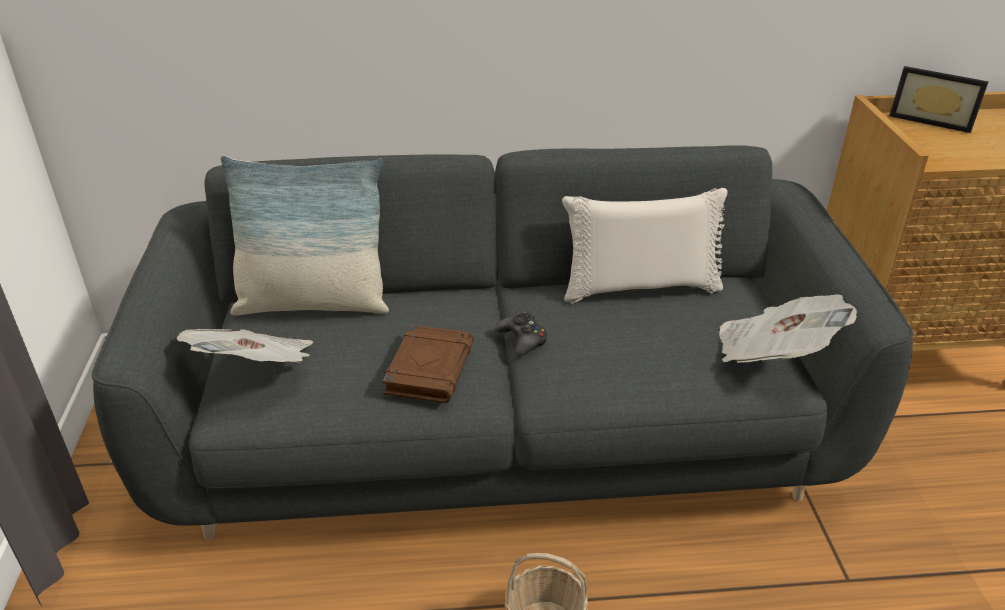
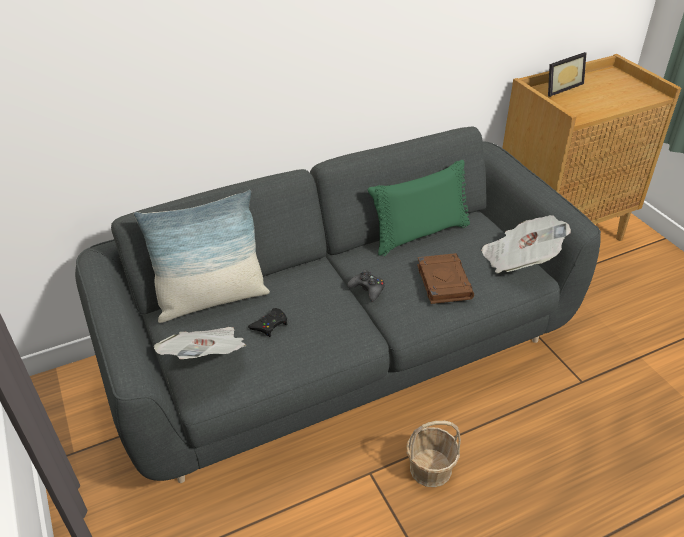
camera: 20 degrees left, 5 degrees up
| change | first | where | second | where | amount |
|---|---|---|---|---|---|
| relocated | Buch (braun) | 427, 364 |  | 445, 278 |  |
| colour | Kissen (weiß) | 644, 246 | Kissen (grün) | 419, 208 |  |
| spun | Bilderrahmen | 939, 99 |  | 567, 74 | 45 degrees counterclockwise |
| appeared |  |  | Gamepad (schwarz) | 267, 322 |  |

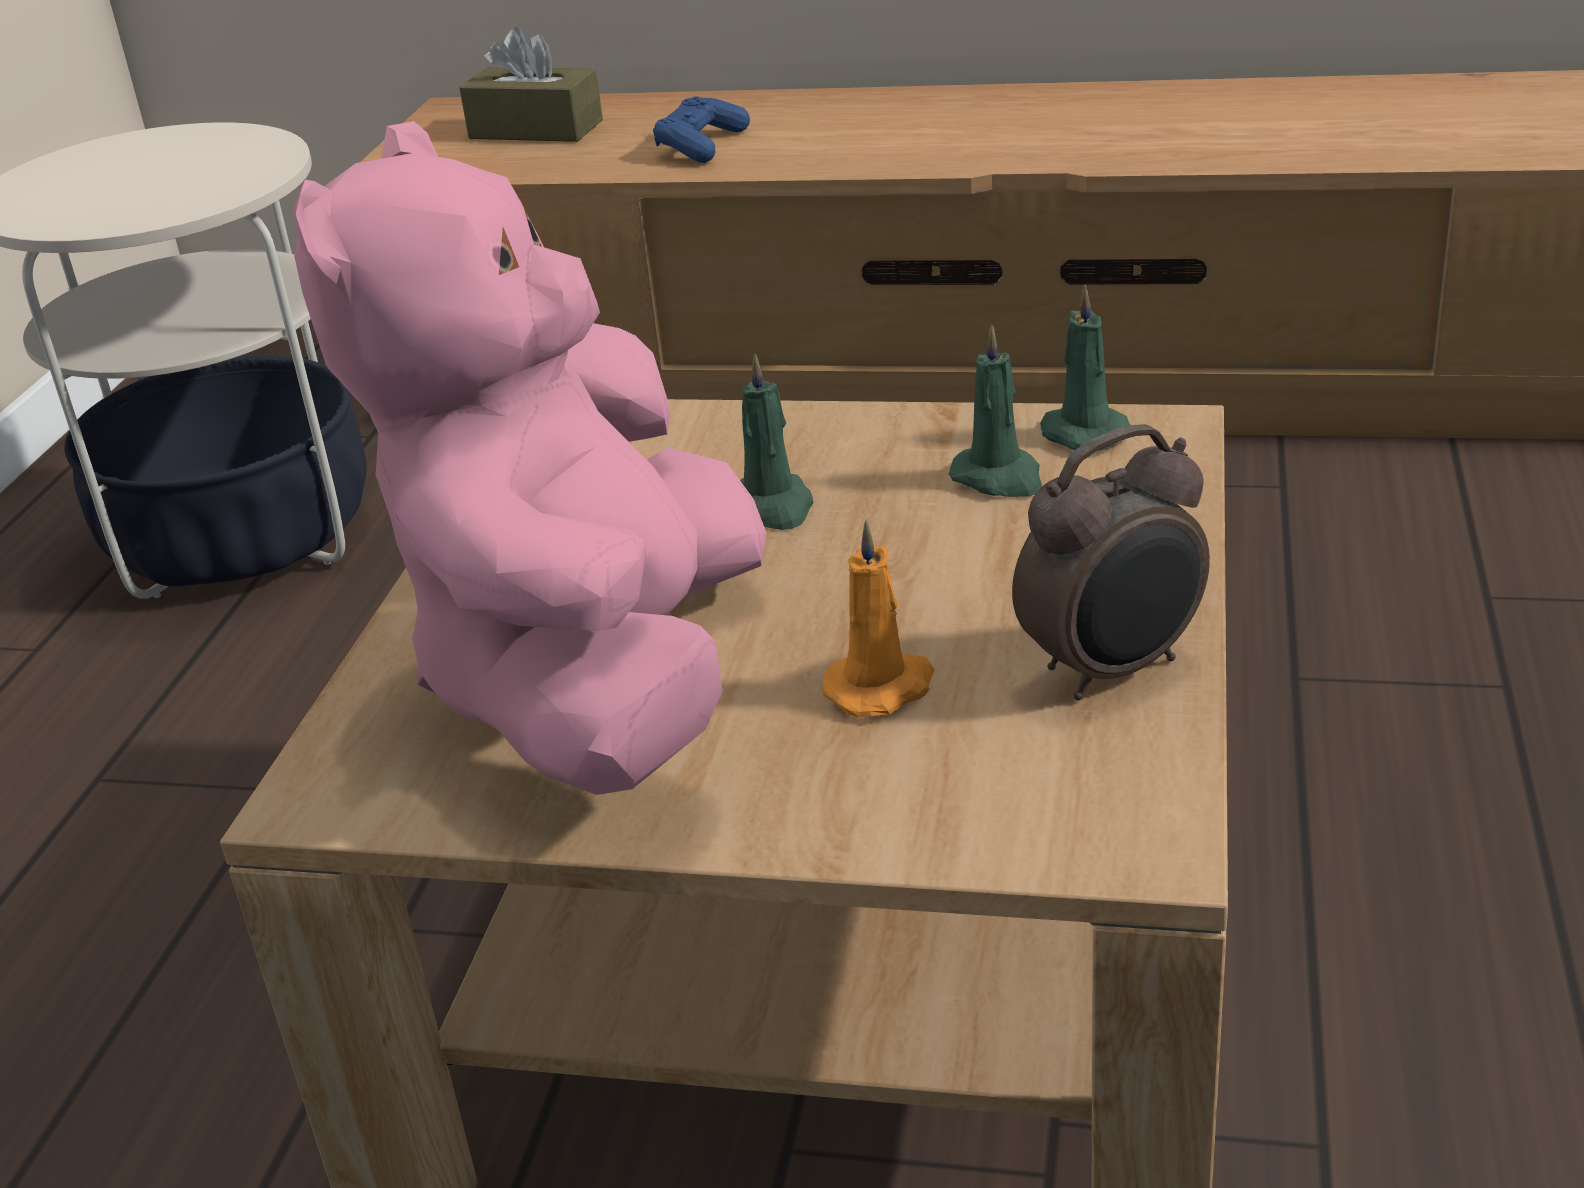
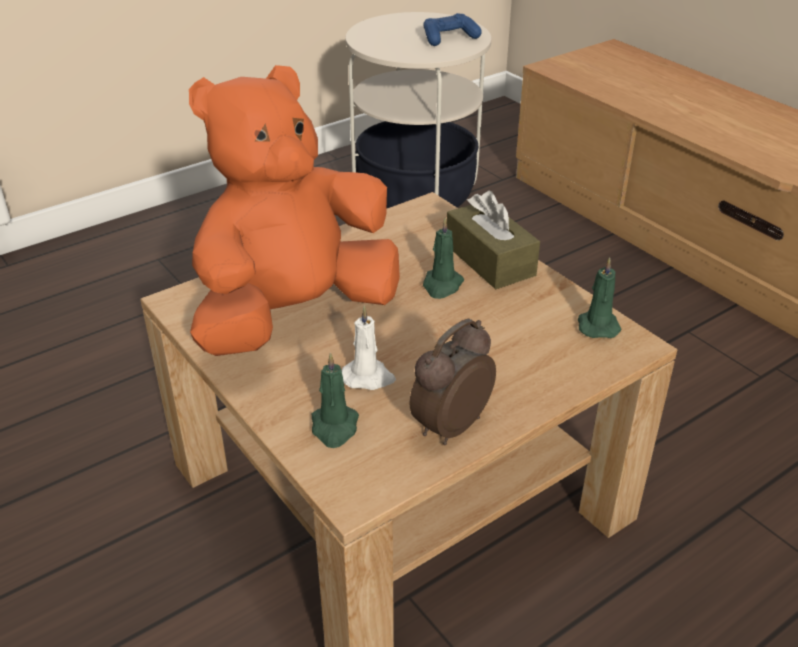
camera: 40 degrees right, 5 degrees up
| change | first | where | second | where | amount |
|---|---|---|---|---|---|
| colour | Plüschtier (rosa) | 530, 458 | Plüschtier (orange) | 294, 210 |  |
| relocated | Taschentuchbox (braun) | 531, 84 |  | 493, 240 |  |
| relocated | Gamepad (blau) | 701, 129 |  | 452, 29 |  |
| colour | Kerze (orange) | 879, 618 | Kerze (weiß) | 369, 347 |  |
| relocated | Kerze (grün) | 995, 411 |  | 335, 400 |  |
| spun | Wecker | 1111, 562 |  | 453, 382 | 120 degrees clockwise |

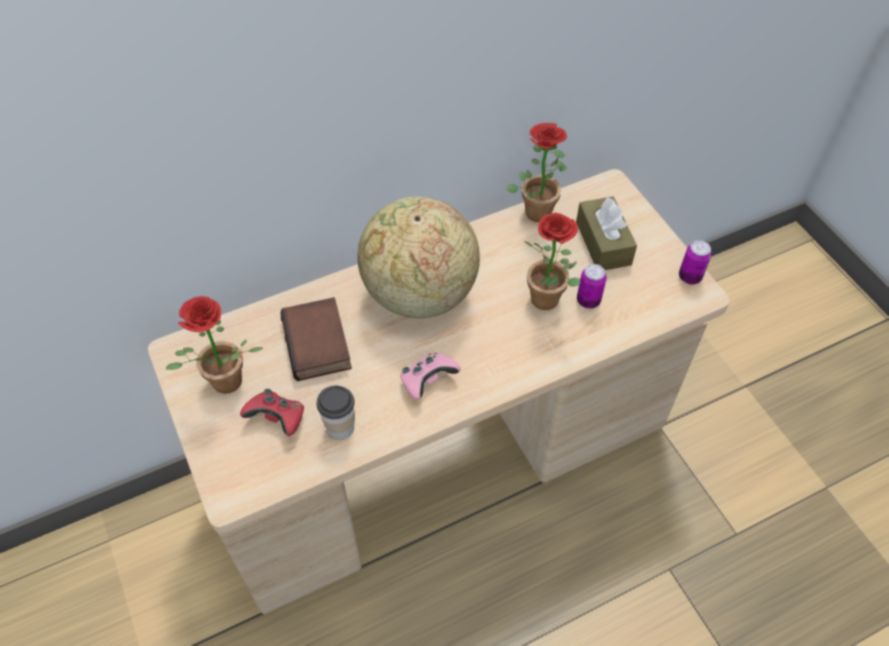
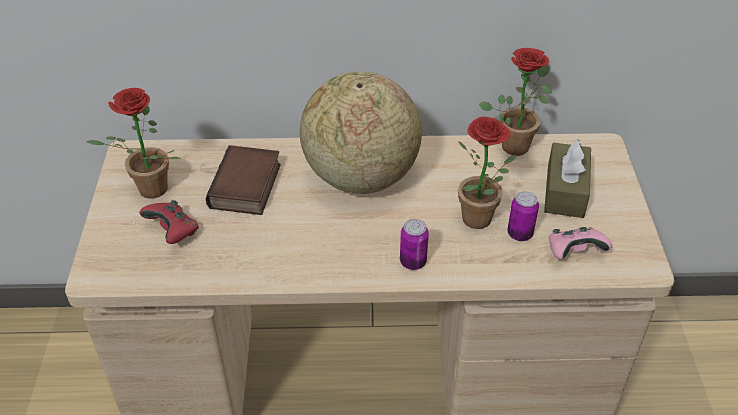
camera: 25 degrees right, 10 degrees down
| change | first | where | second | where | amount |
|---|---|---|---|---|---|
| missing | Tasse | 336, 413 |  |  |  |
| relocated | Gamepad (rosa) | 430, 376 |  | 580, 243 |  |
| relocated | Dose | 695, 262 |  | 414, 244 |  |

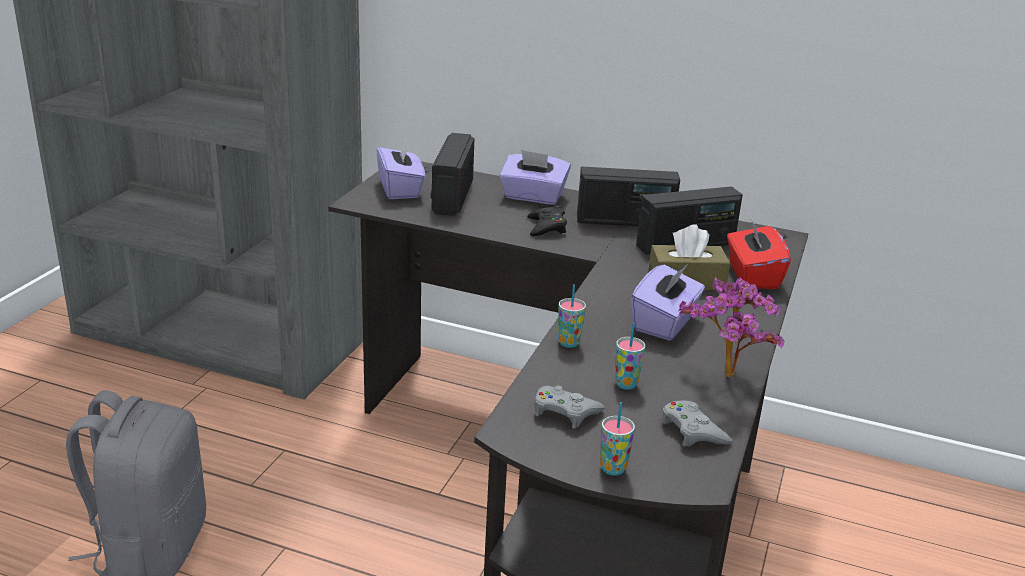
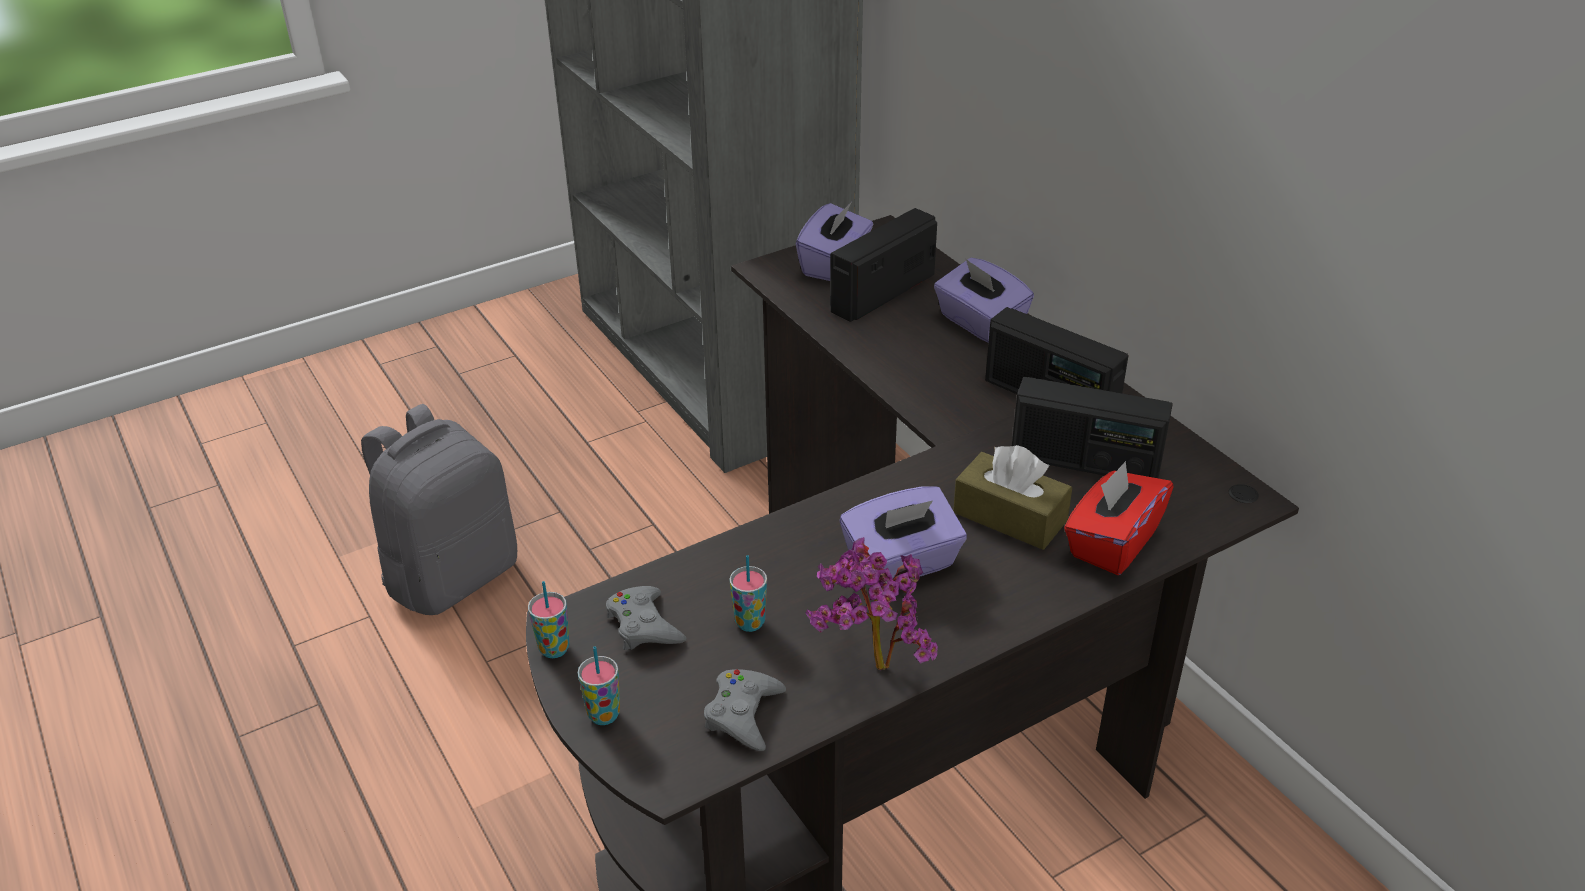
camera: 40 degrees right, 10 degrees up
| change | first | where | second | where | amount |
|---|---|---|---|---|---|
| missing | Gamepad (schwarz) | 547, 221 |  |  |  |
| relocated | Tasse | 572, 316 |  | 548, 619 |  |

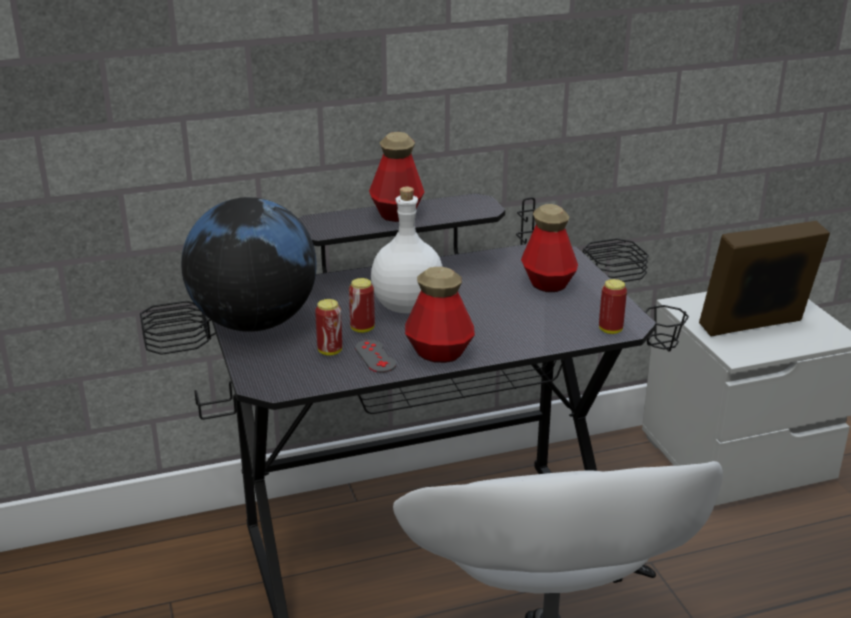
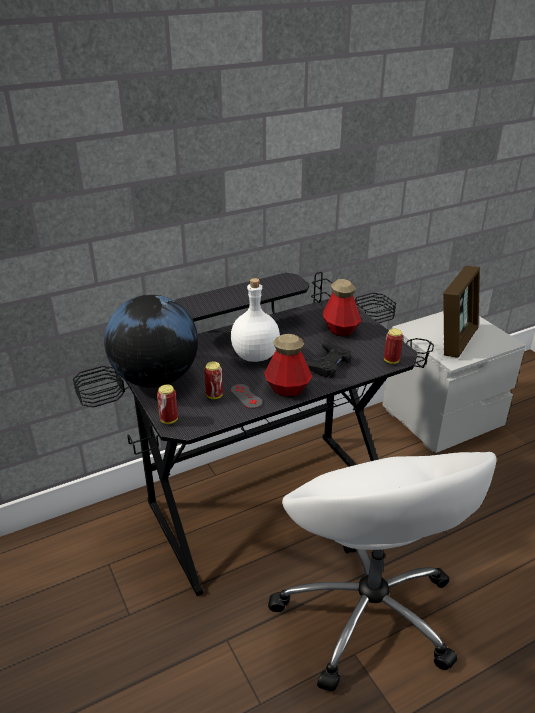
camera: 10 degrees left, 5 degrees up
| change | first | where | second | where | amount |
|---|---|---|---|---|---|
| relocated | Dose | 362, 305 |  | 167, 404 |  |
| missing | Flasche | 396, 177 |  |  |  |
| spun | Bilderrahmen | 764, 278 |  | 461, 312 | 150 degrees clockwise |
| appeared |  |  | Gamepad (schwarz) | 328, 359 |  |

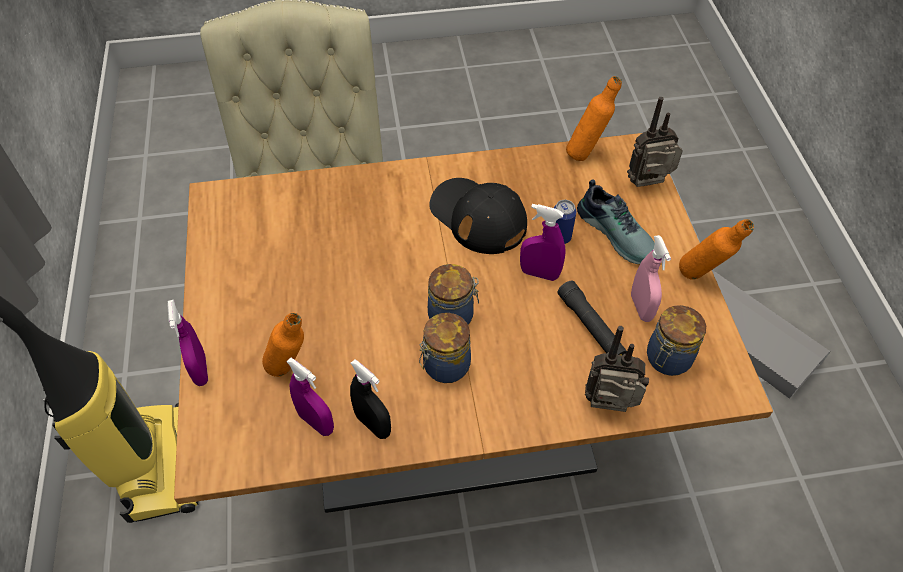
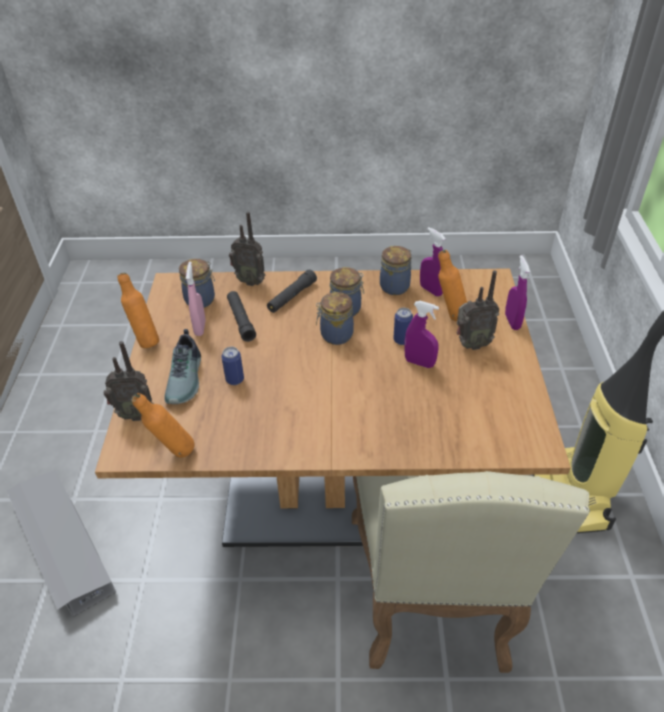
camera: 170 degrees left, 10 degrees down
| change | first | where | second | where | amount |
|---|---|---|---|---|---|
| exchanged | Sprühflasche (schwarz) | 370, 399 | Vorratsglas | 396, 270 |  |
| missing | Kappe (schwarz) | 478, 216 |  |  |  |
| relocated | Sprühflasche (lila) | 543, 242 |  | 421, 334 |  |
| spun | Schuh | 615, 221 |  | 182, 366 | 150 degrees counterclockwise |
| appeared |  |  | Taschenlampe (schwarz) | 292, 291 |  |
| appeared |  |  | Dose | 403, 326 |  |
| appeared |  |  | Radio | 478, 310 |  |

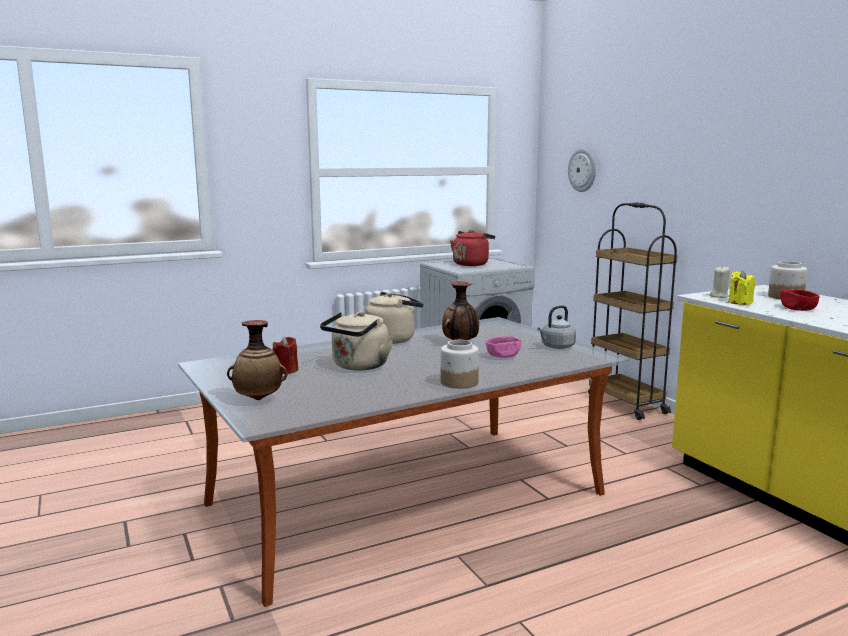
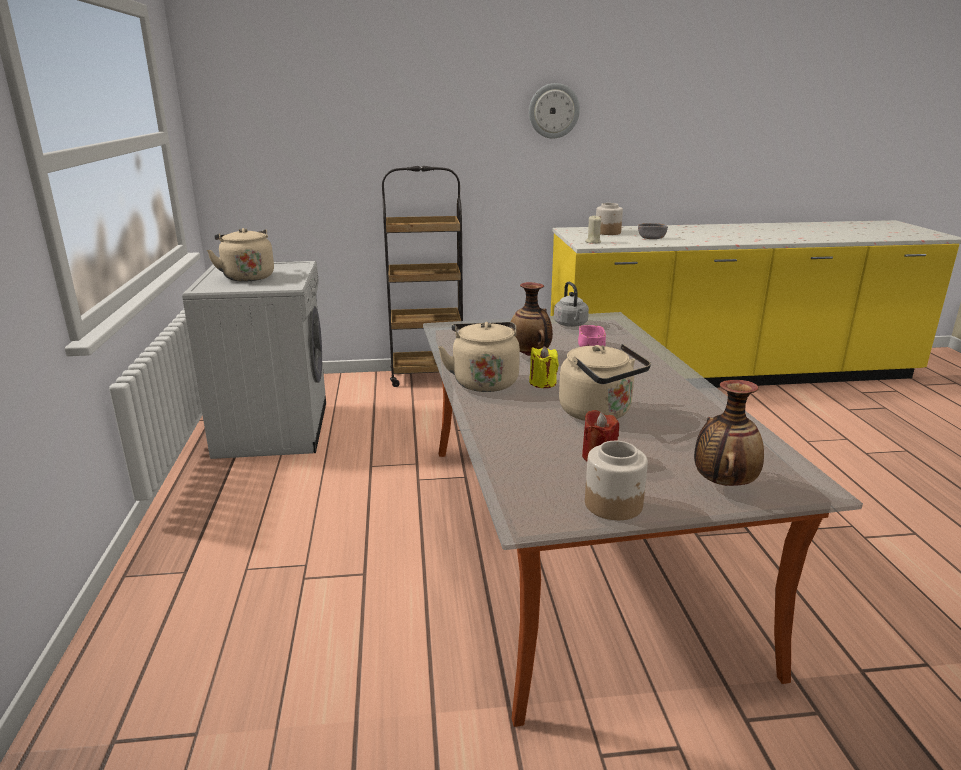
camera: 70 degrees left, 10 degrees up
| change | first | where | second | where | amount |
|---|---|---|---|---|---|
| relocated | Vorratsglas | 459, 364 |  | 616, 480 |  |
| colour | Wasserkessel (rot) | 472, 248 | Wasserkessel (beige) | 240, 255 |  |
| relocated | Wanduhr | 582, 170 |  | 554, 111 |  |
| relocated | Kerze (gelb) | 741, 288 |  | 544, 367 |  |
| colour | Schüssel (rot) | 799, 300 | Schüssel (grau) | 653, 231 |  |

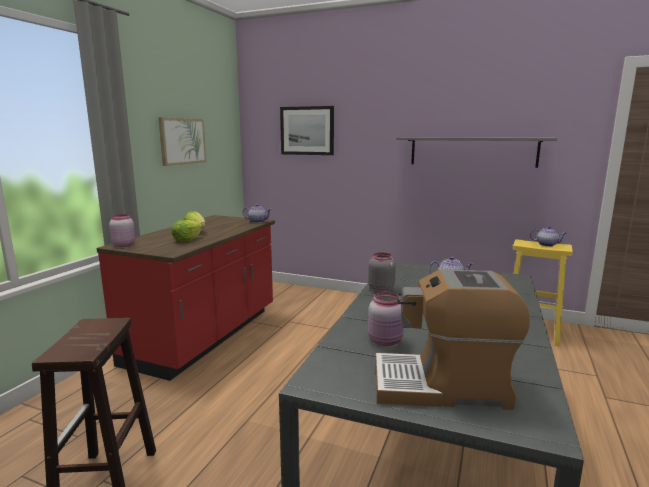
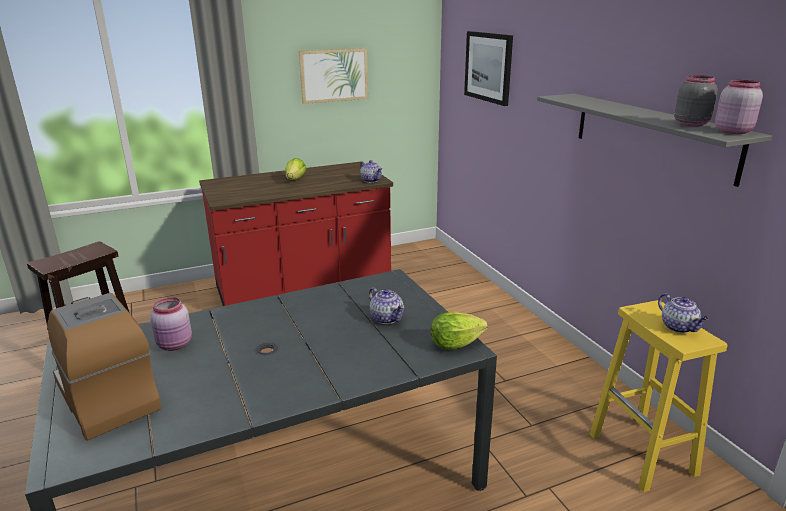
camera: 45 degrees right, 10 degrees up
| change | first | where | second | where | amount |
|---|---|---|---|---|---|
| relocated | Vorratsglas (rosa) | 122, 230 |  | 739, 107 |  |
| relocated | Salatkopf | 187, 231 |  | 459, 331 |  |
| relocated | Vorratsglas (grau) | 382, 272 |  | 696, 101 |  |

